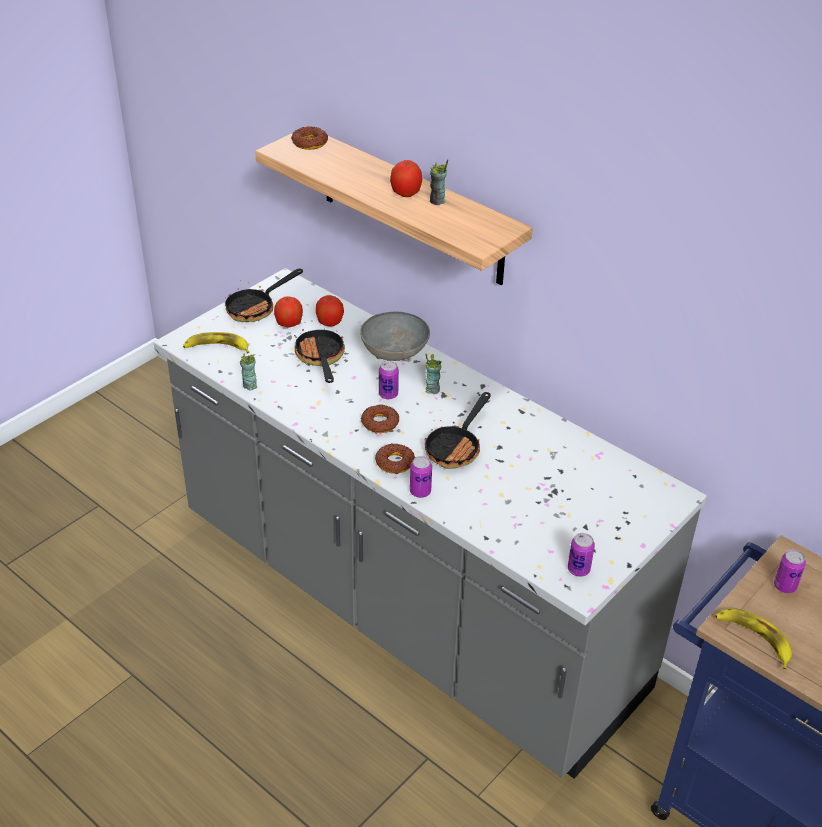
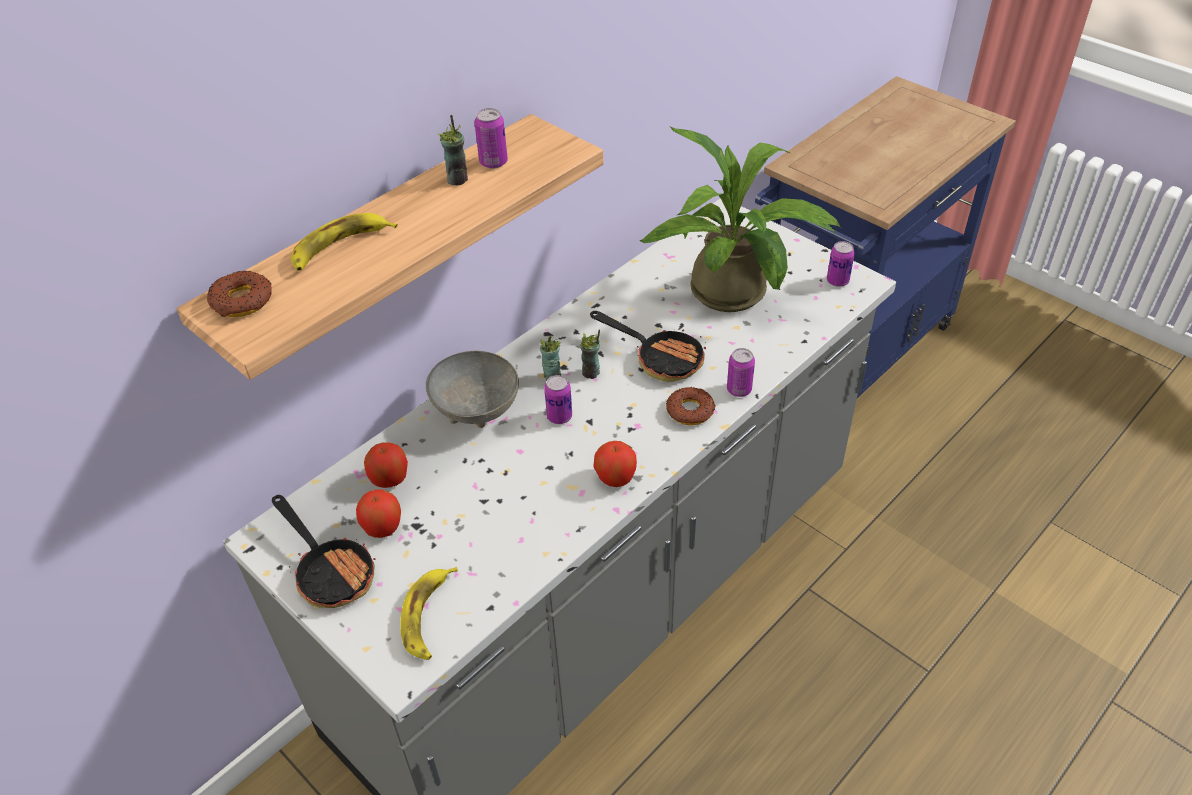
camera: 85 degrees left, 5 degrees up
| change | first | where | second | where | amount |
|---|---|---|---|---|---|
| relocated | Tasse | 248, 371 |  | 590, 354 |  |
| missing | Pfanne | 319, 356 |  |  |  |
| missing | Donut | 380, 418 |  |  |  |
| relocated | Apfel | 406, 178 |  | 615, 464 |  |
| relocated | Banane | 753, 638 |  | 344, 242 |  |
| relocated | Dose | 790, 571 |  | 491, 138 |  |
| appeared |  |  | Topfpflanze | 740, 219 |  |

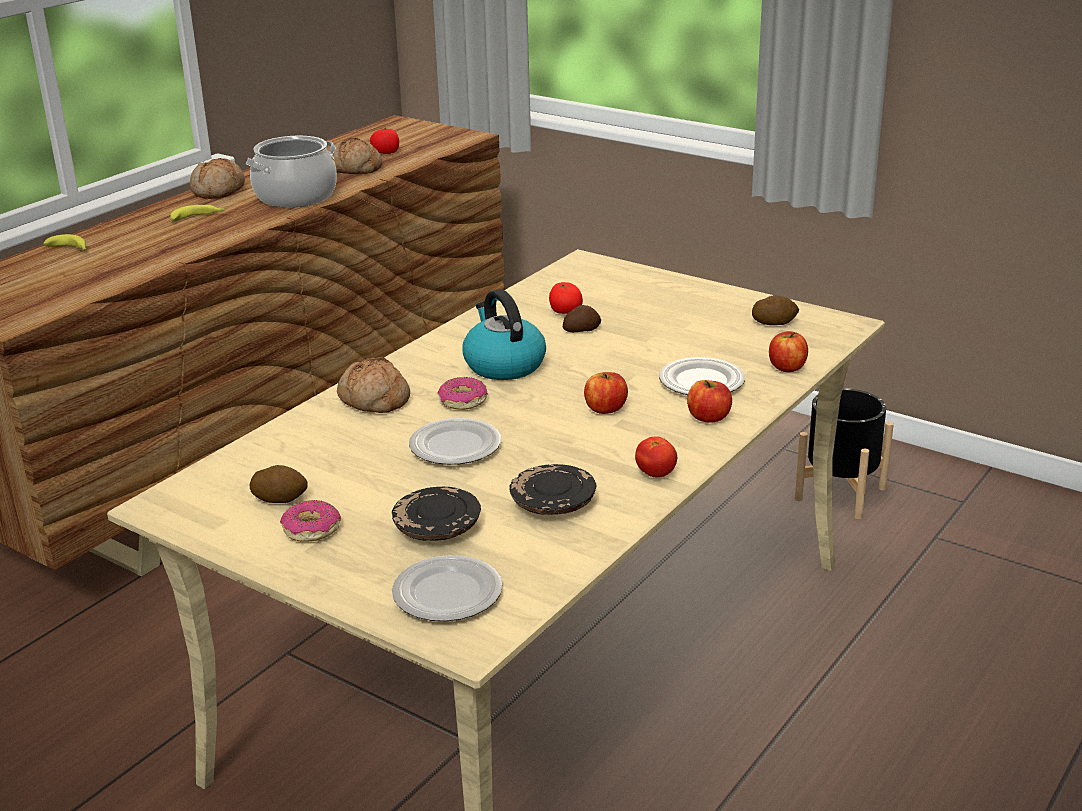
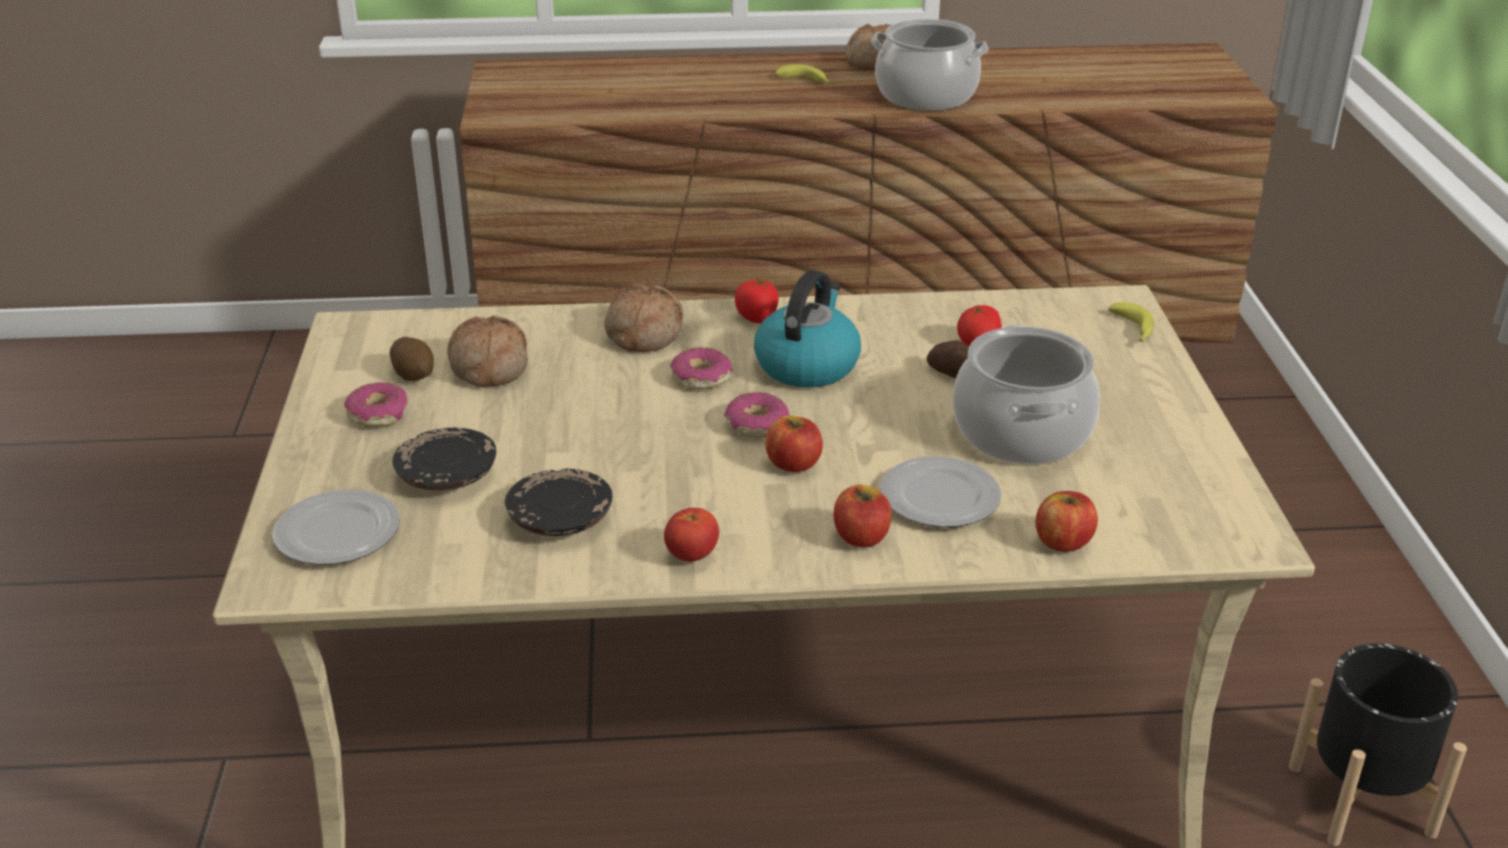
camera: 50 degrees right, 5 degrees up
| change | first | where | second | where | amount |
|---|---|---|---|---|---|
| relocated | Banane | 65, 242 |  | 1131, 322 |  |
| relocated | Brot | 357, 155 |  | 487, 351 |  |
| relocated | Tomate | 384, 140 |  | 757, 300 |  |
| missing | Teller | 455, 441 |  |  |  |
| missing | Kartoffel | 775, 310 |  |  |  |
| appeared |  |  | Donut | 757, 415 |  |
| appeared |  |  | Kochtopf | 1026, 394 |  |

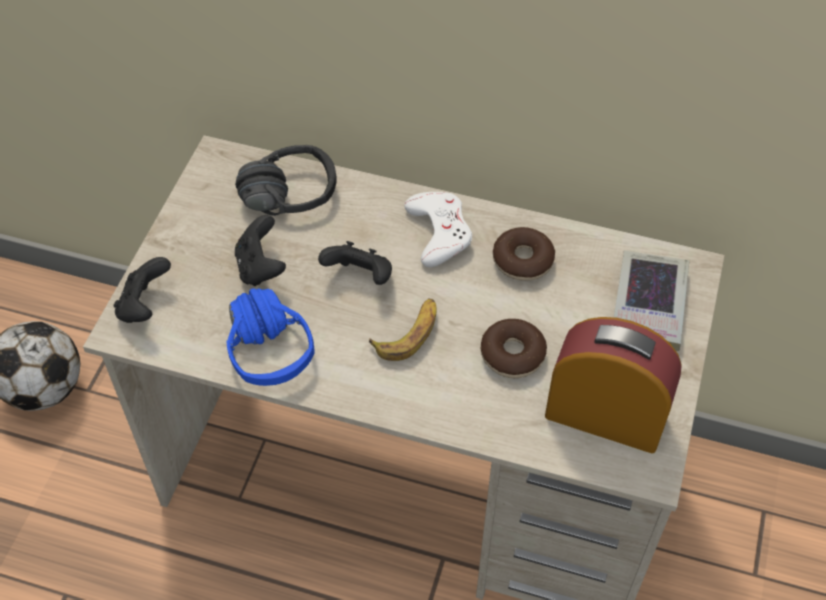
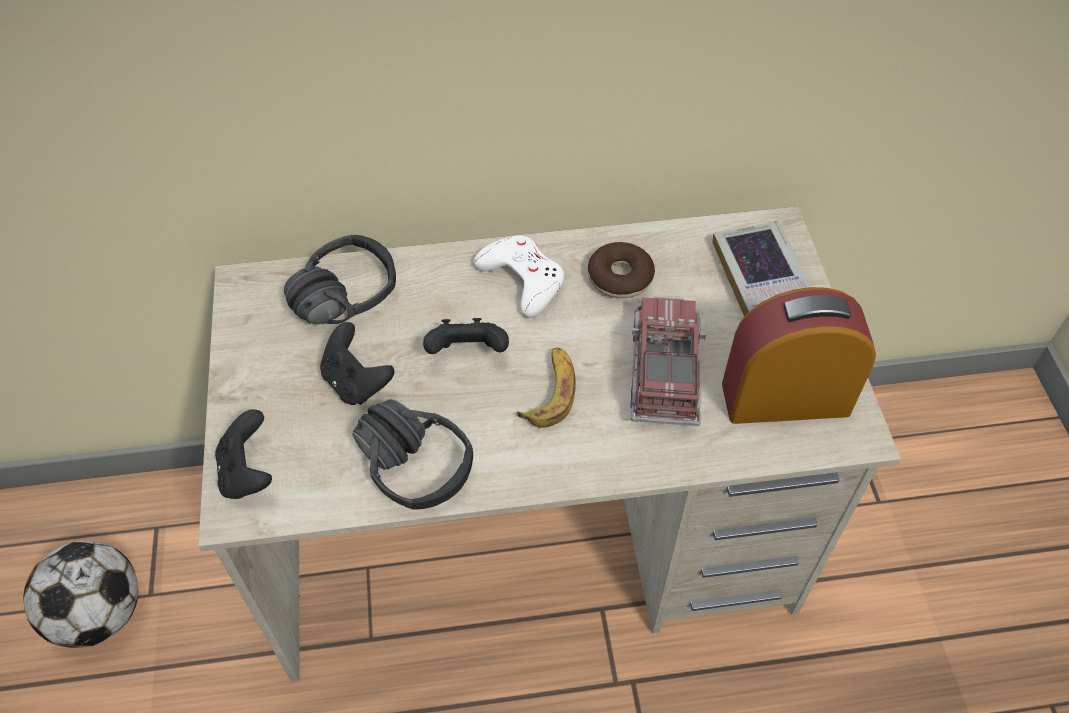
camera: 25 degrees left, 0 degrees up
| change | first | where | second | where | amount |
|---|---|---|---|---|---|
| colour | Kopfhörer (blau) | 271, 337 | Kopfhörer (schwarz) | 412, 454 |  |
| exchanged | Donut | 514, 348 | Spielzeuglaster | 668, 360 |  |

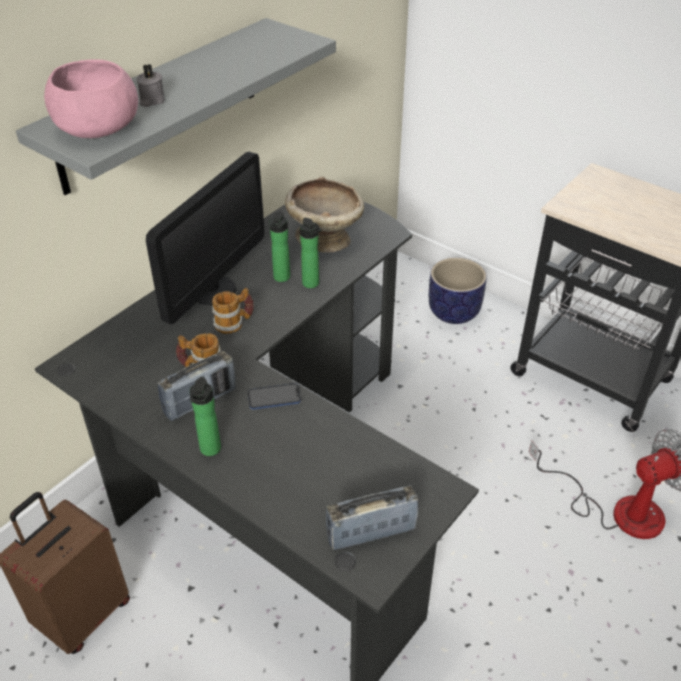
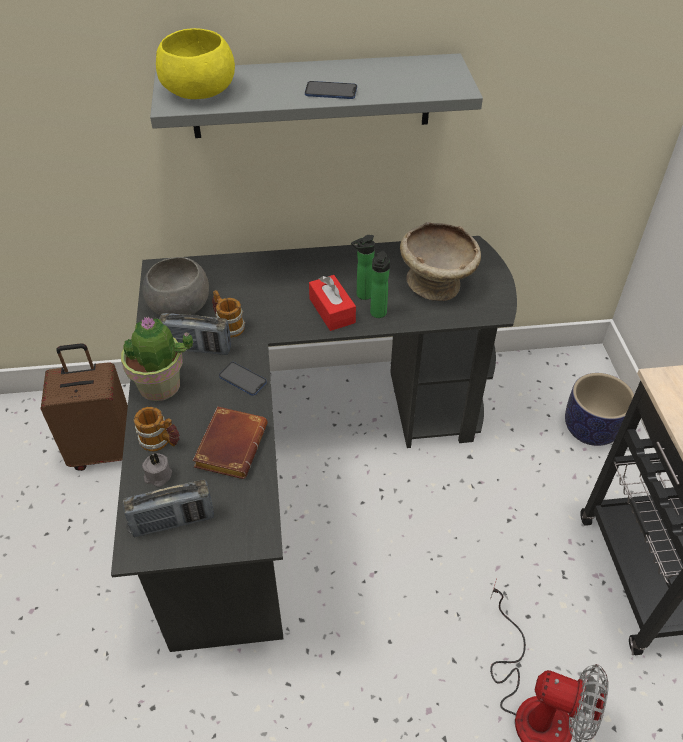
camera: 45 degrees right, 5 degrees up
| change | first | where | second | where | amount |
|---|---|---|---|---|---|
| colour | Schüssel (rosa) | 91, 98 | Schüssel (gelb) | 195, 63 |  |
| relocated | Kerze (grau) | 151, 85 |  | 157, 470 |  |
| missing | Monitor | 205, 238 |  |  |  |
| exchanged | Flasche | 205, 416 | Topfpflanze | 157, 358 |  |
| relocated | Henkelbecher | 233, 311 |  | 157, 429 |  |
| spun | Radio | 372, 517 |  | 168, 508 | 135 degrees clockwise |
| appeared |  |  | Schüssel (grau) | 175, 286 |  |
| appeared |  |  | Buch (braun) | 230, 442 |  |
| appeared |  |  | Handy | 331, 90 |  |
| appeared |  |  | Taschentuchbox (rot) | 332, 303 |  |

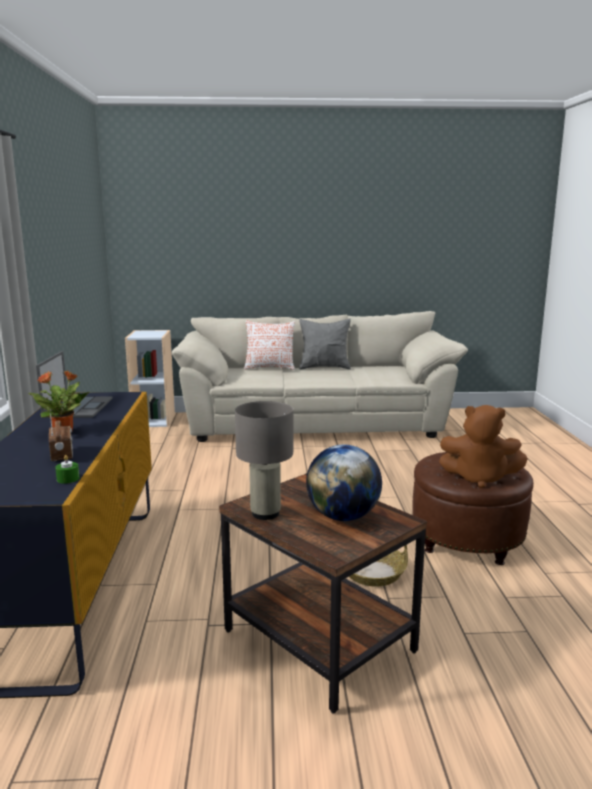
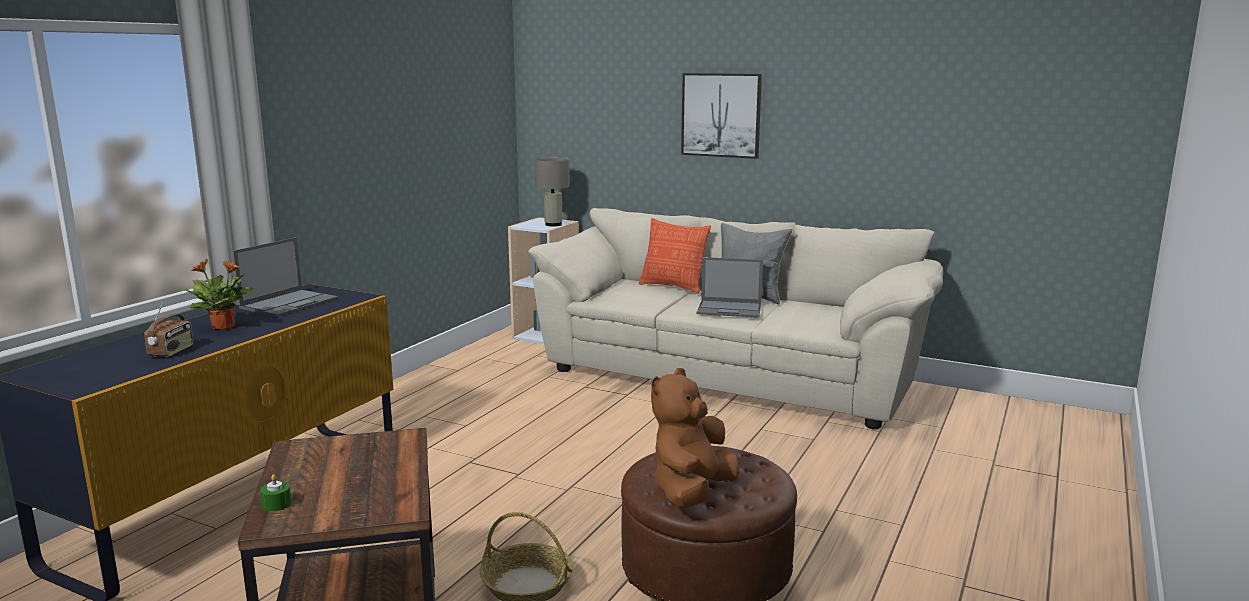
camera: 30 degrees right, 0 degrees up
| change | first | where | second | where | amount |
|---|---|---|---|---|---|
| relocated | Kerze (grün) | 67, 469 |  | 276, 492 |  |
| relocated | Tischlampe (grau) | 264, 460 |  | 552, 191 |  |
| colour | Kissen (weiß) | 269, 345 | Kissen (orange) | 675, 256 |  |
| missing | Globus | 344, 483 |  |  |  |
| spun | Plüschtier (braun) | 483, 446 |  | 695, 438 | 75 degrees clockwise |
| appeared |  |  | Bild | 721, 116 |  |
| appeared |  |  | Laptop | 730, 287 |  |

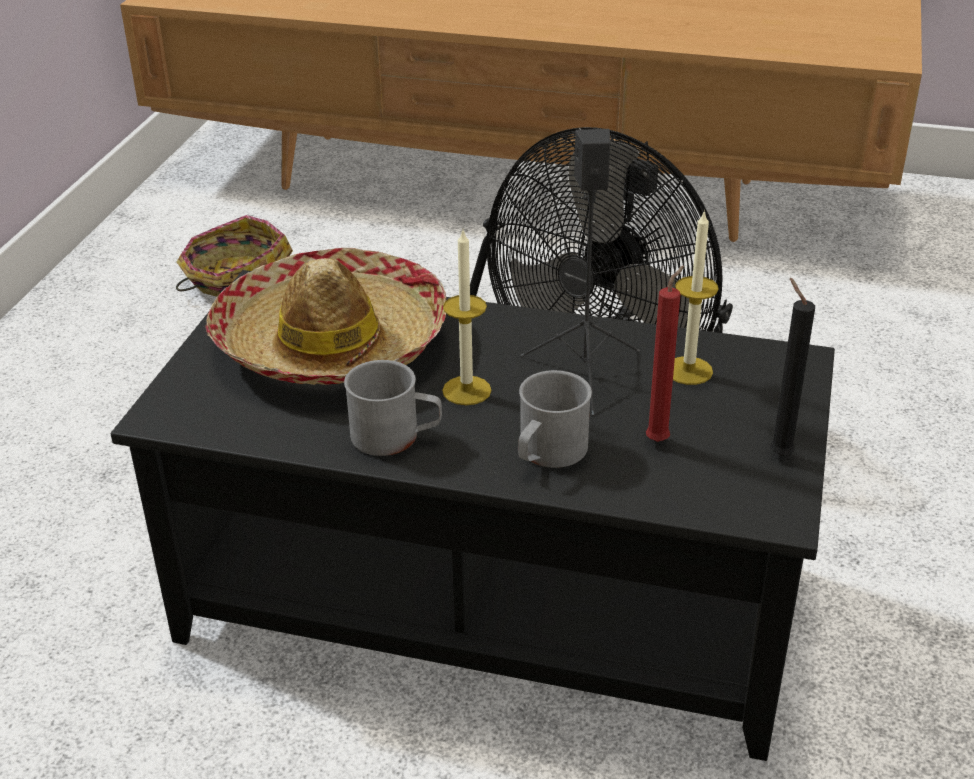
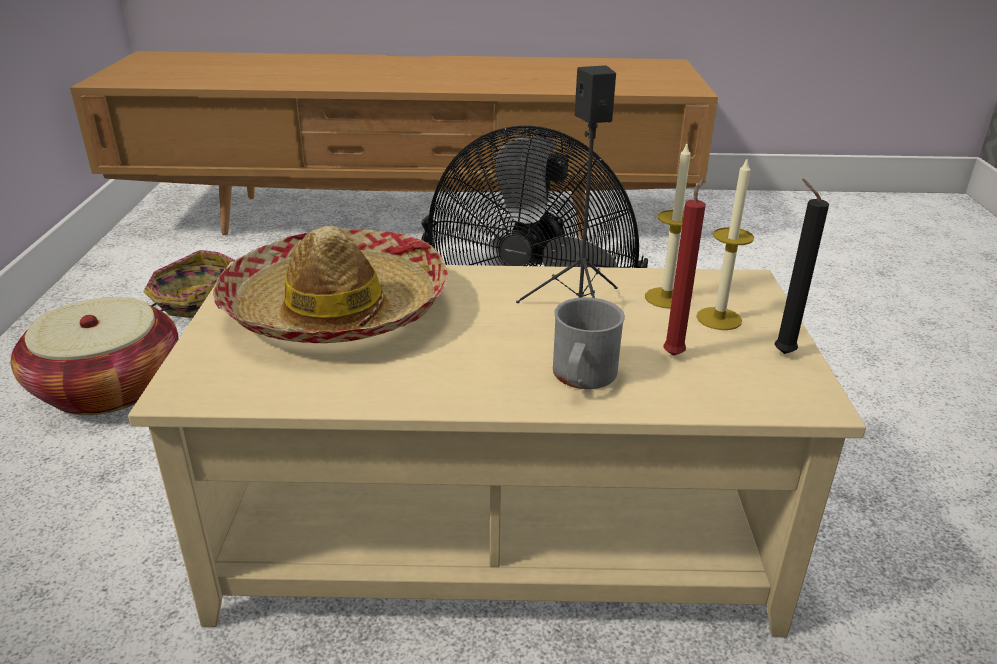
camera: 15 degrees left, 5 degrees down
| change | first | where | second | where | amount |
|---|---|---|---|---|---|
| colour | Couchtisch (schwarz) | 473, 515 | Couchtisch (beige) | 497, 449 |  |
| missing | Henkelbecher (grau) | 393, 408 |  |  |  |
| relocated | Kerze | 466, 318 |  | 725, 243 |  |
| appeared |  |  | Korb | 95, 356 |  |

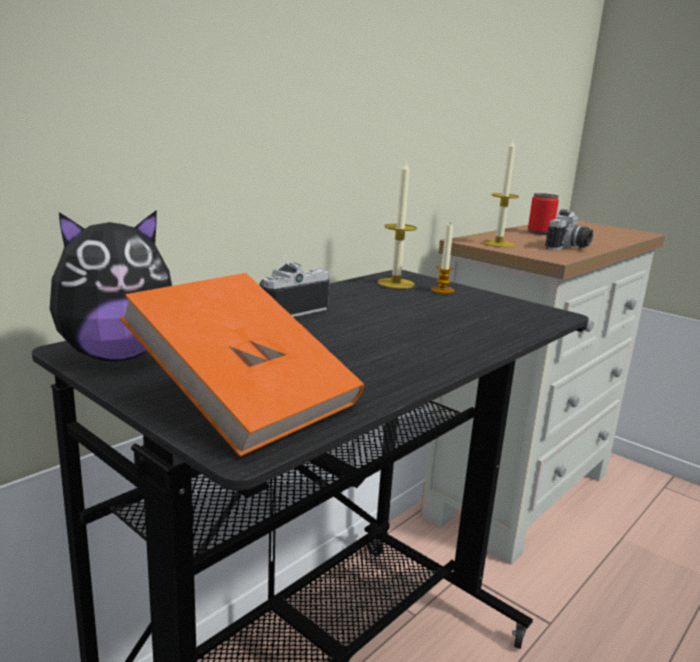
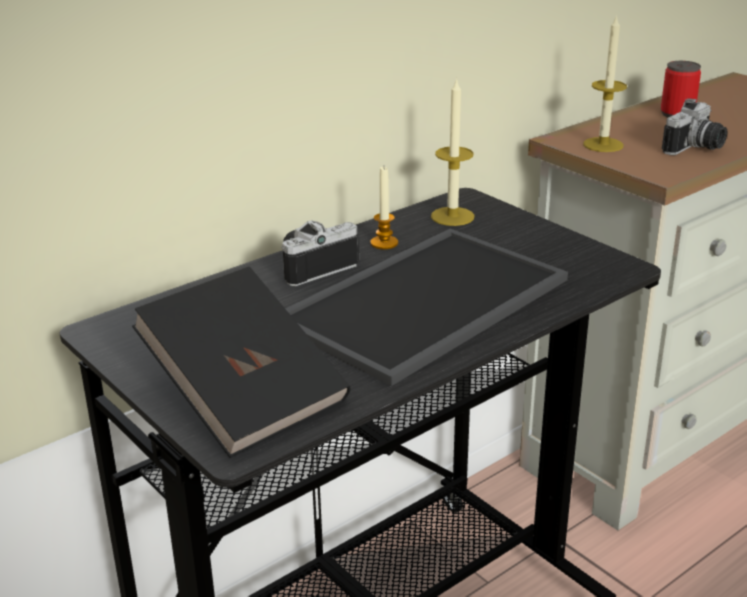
camera: 10 degrees right, 10 degrees up
| change | first | where | second | where | amount |
|---|---|---|---|---|---|
| missing | Plüschtier | 111, 285 |  |  |  |
| colour | Buch (orange) | 242, 365 | Buch (schwarz) | 241, 362 |  |
| relocated | Kerze | 442, 259 |  | 384, 208 |  |
| appeared |  |  | Tablett | 426, 307 |  |

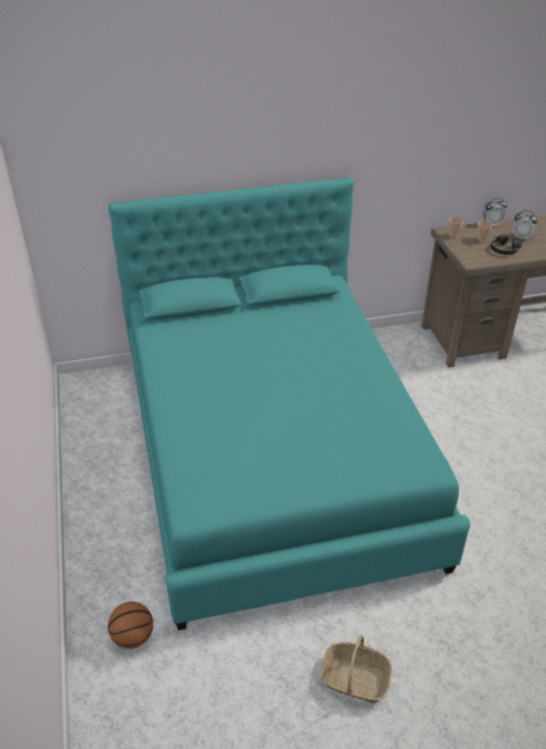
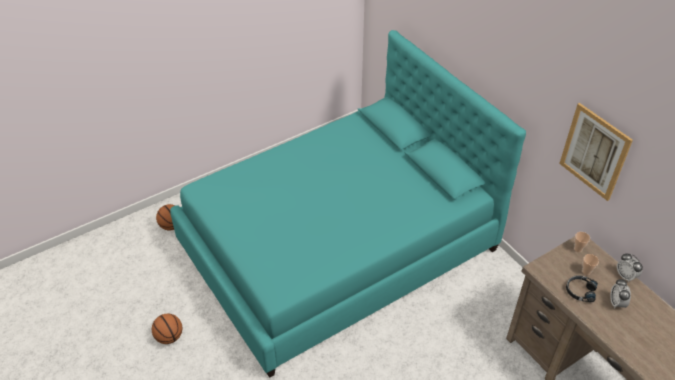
camera: 70 degrees right, 5 degrees up
| change | first | where | second | where | amount |
|---|---|---|---|---|---|
| exchanged | Korb | 356, 669 | Basketball | 167, 329 |  |
| appeared |  |  | Bild | 596, 152 |  |

